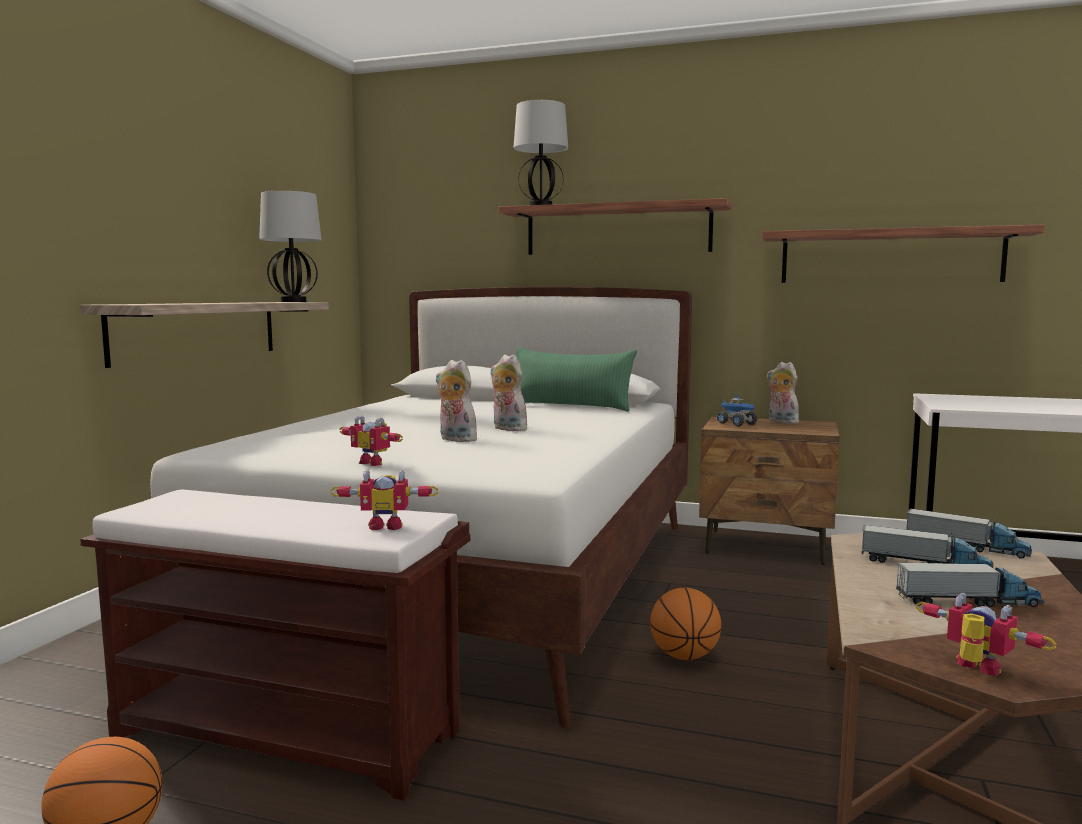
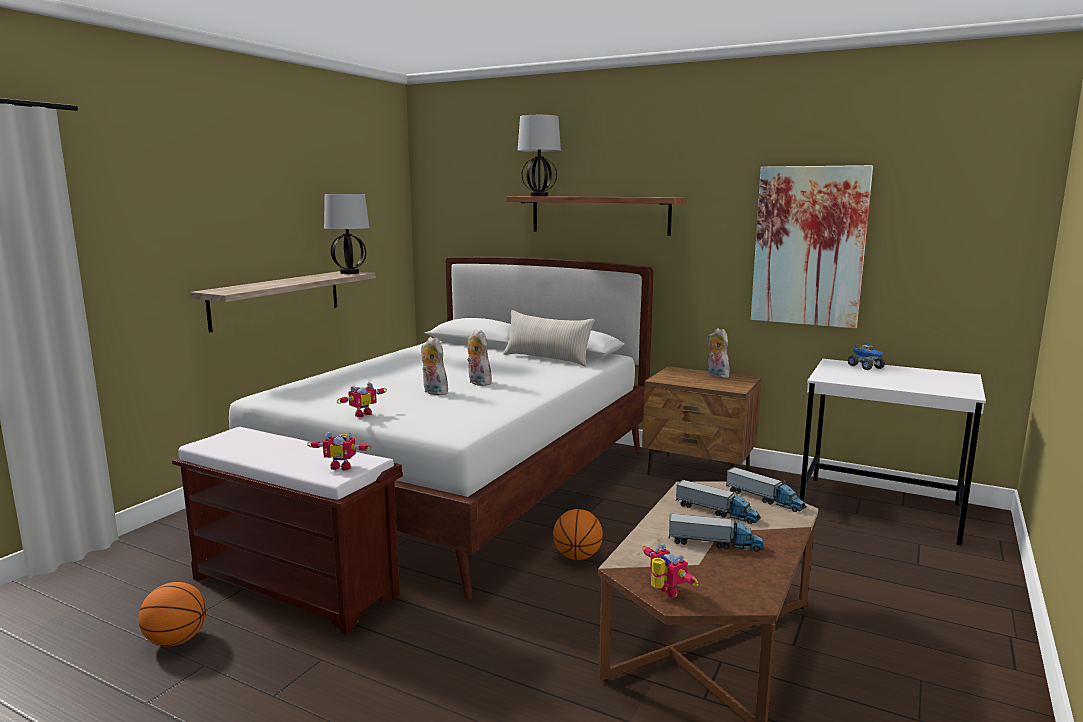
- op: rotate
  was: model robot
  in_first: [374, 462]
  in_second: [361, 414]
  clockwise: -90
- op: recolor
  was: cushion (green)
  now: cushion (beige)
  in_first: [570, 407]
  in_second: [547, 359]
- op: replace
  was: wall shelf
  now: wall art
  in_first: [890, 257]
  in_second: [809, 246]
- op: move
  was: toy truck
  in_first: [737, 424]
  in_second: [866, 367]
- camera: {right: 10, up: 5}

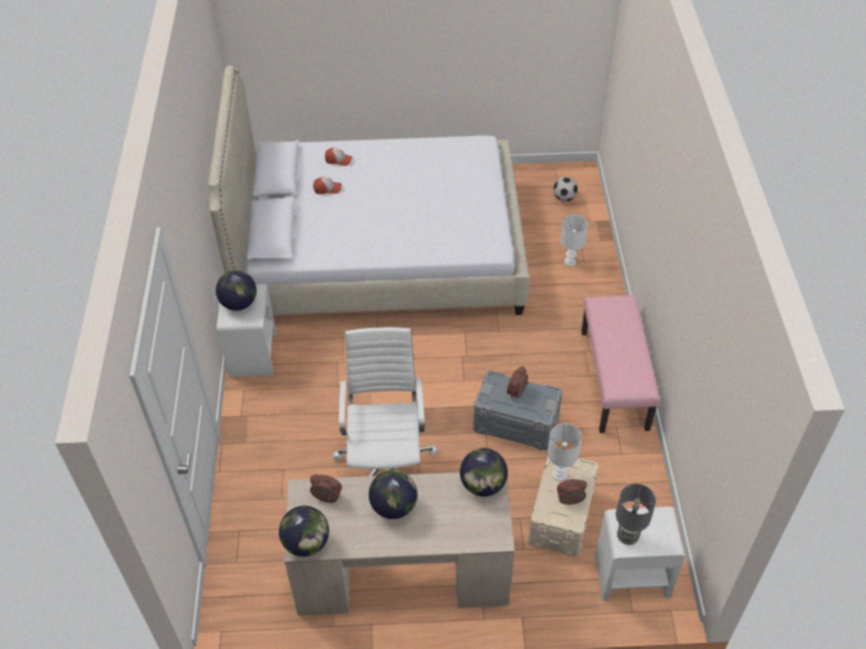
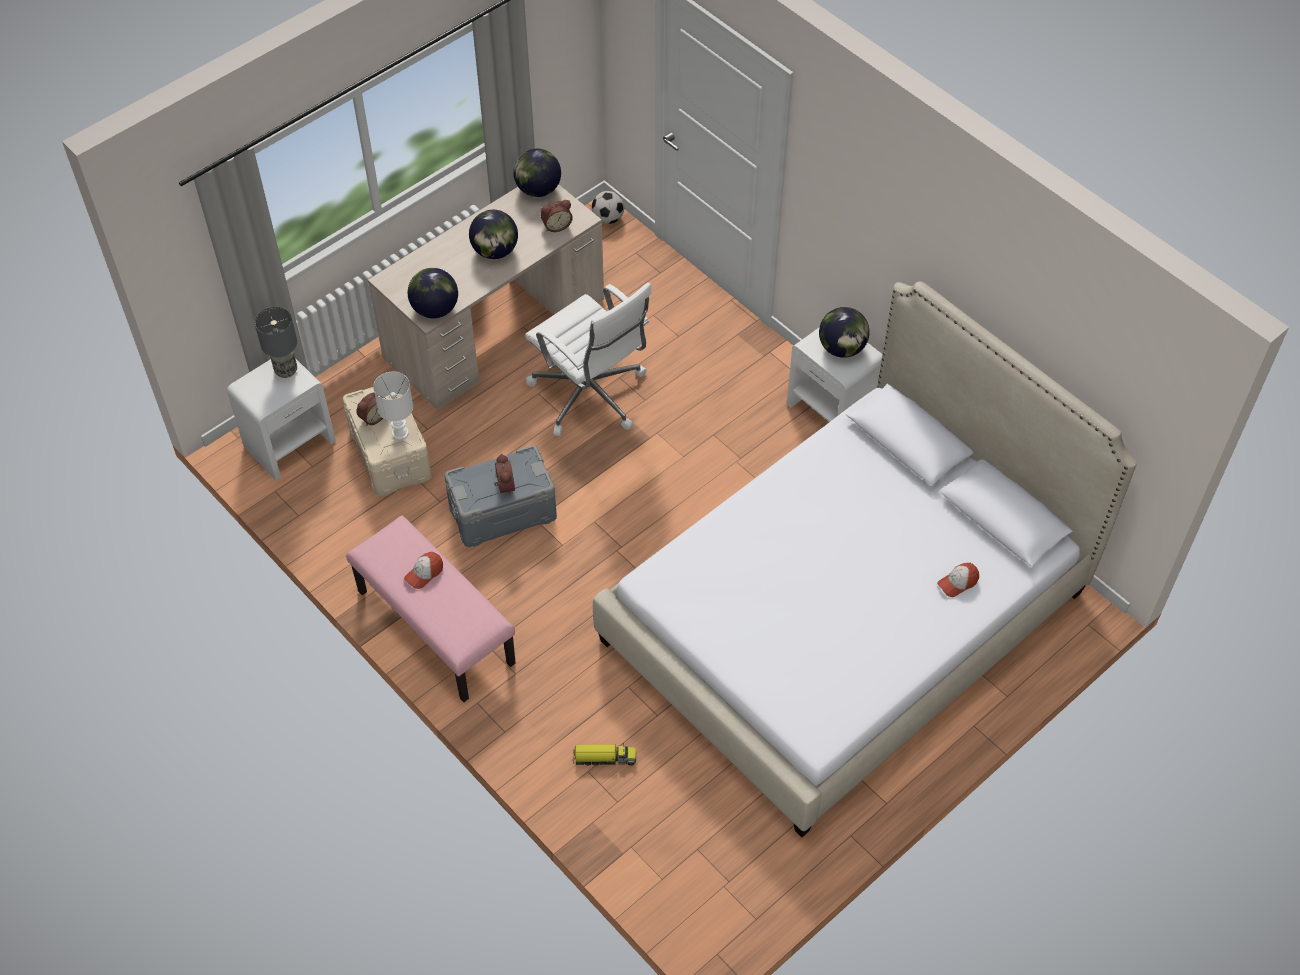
- op: move
  was: peaked cap
  in_first: [327, 189]
  in_second: [424, 573]
- op: replace
  was: lamp for a table (white)
  now: toy truck
  in_first: [570, 262]
  in_second: [604, 758]
- op: move
  was: football
  in_first: [564, 198]
  in_second: [608, 218]
- camera: {right: 140, up: 5}

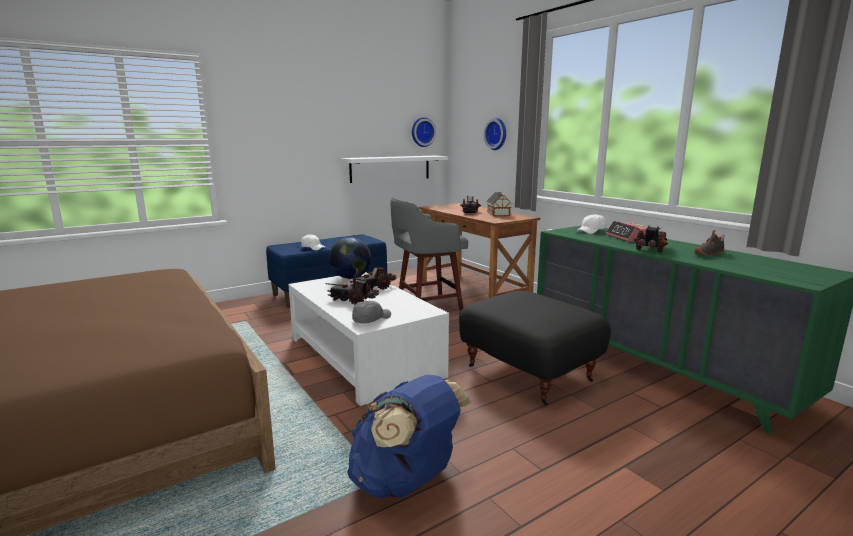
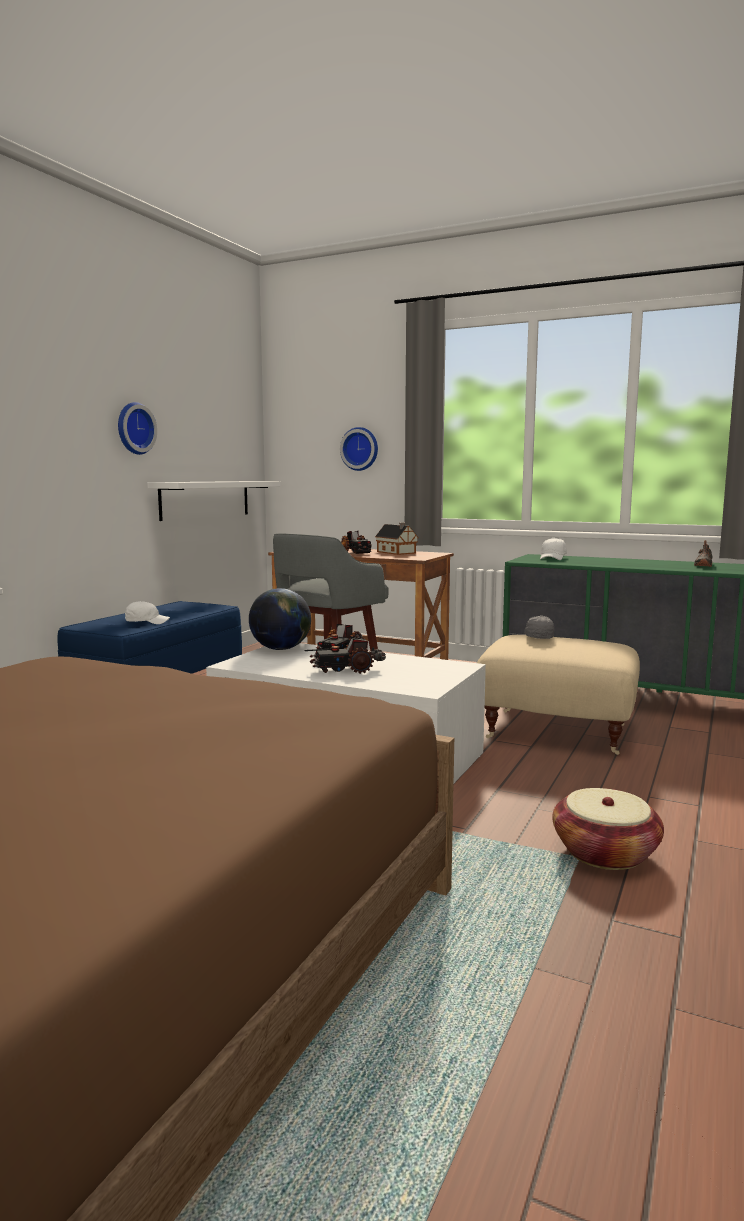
- op: move
  was: hanging clock
  in_first: [422, 132]
  in_second: [133, 428]
- op: recolor
  was: footrest (black)
  now: footrest (beige)
  in_first: [530, 373]
  in_second: [557, 730]
- op: move
  was: peaked cap (grey)
  in_first: [371, 319]
  in_second: [539, 637]
- op: replace
  was: rucksack (blue)
  now: basket
  in_first: [406, 482]
  in_second: [605, 853]
- op: delete
  was: alarm clock
  in_first: [629, 238]
- op: delete
  was: toy truck
  in_first: [651, 249]
- camera: {right: -30, up: -5}

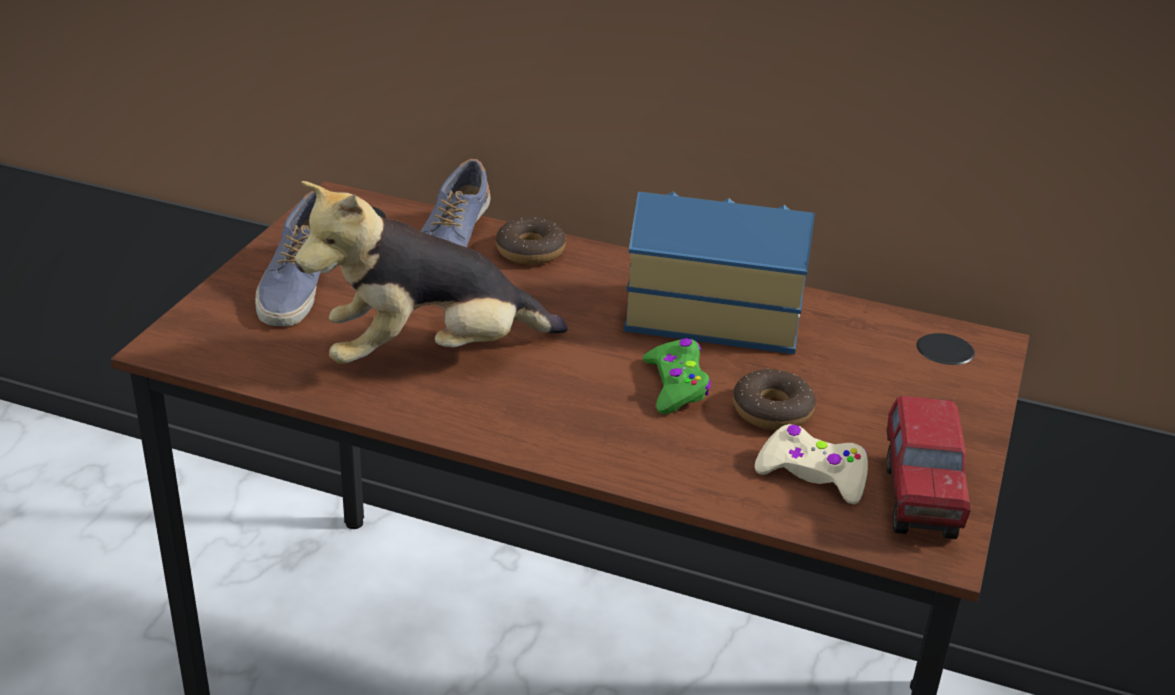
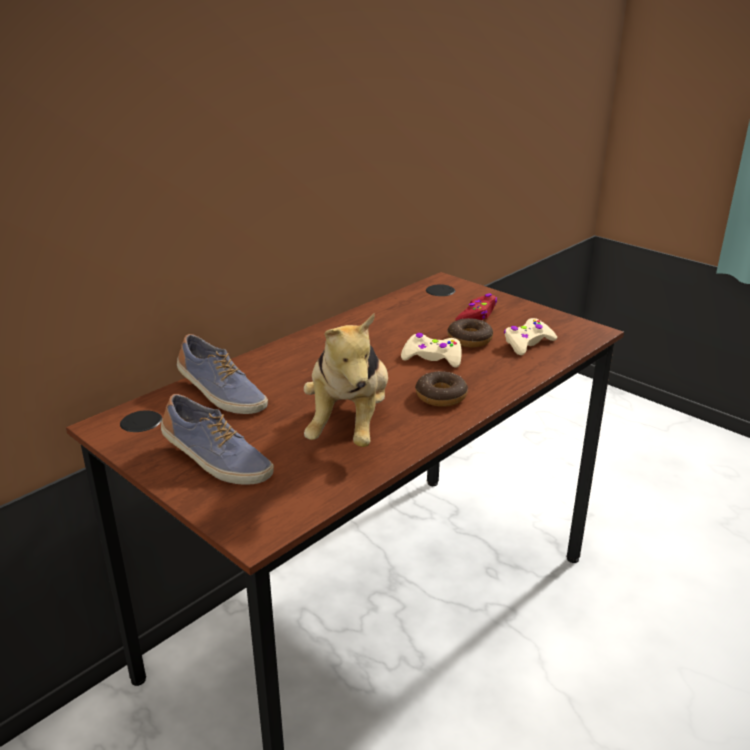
- op: recolor
  was: gamepad (green)
  now: gamepad (beige)
  in_first: [676, 385]
  in_second: [432, 358]
- op: move
  was: doughnut
  in_first: [530, 251]
  in_second: [441, 396]
- op: insert
  now: gamepad (reddish)
  in_second: [477, 315]
- op: delete
  was: model house
  in_first: [712, 315]
- op: delete
  was: toy truck
  in_first: [919, 499]
- camera: {right: -65, up: -5}

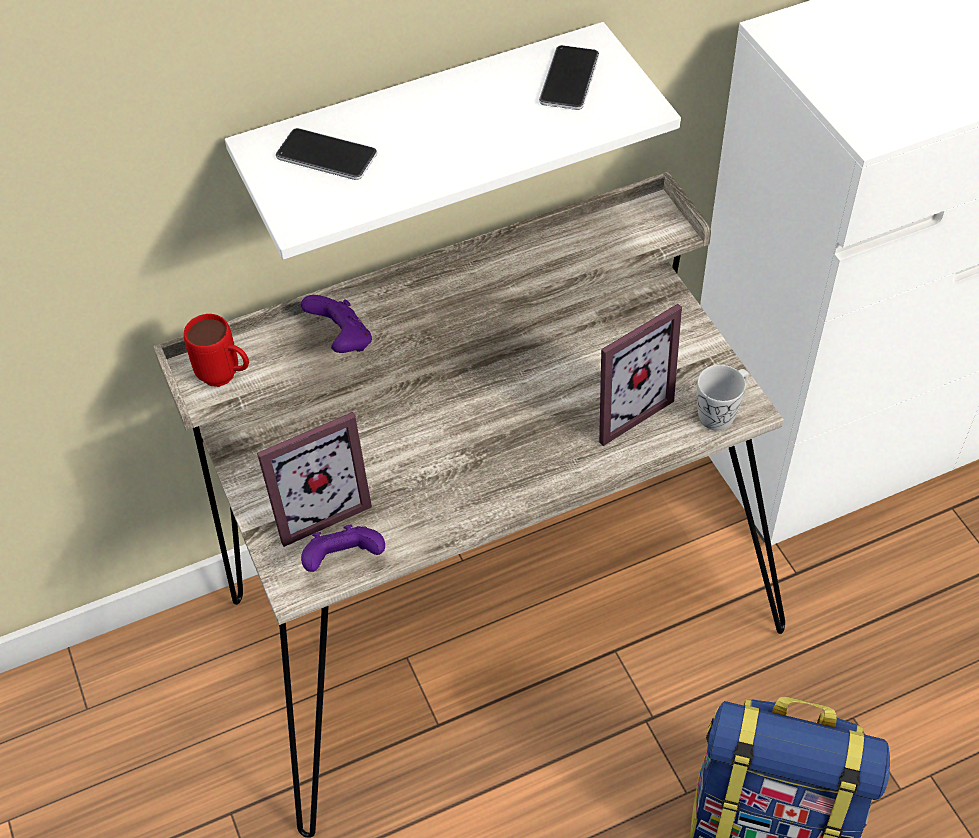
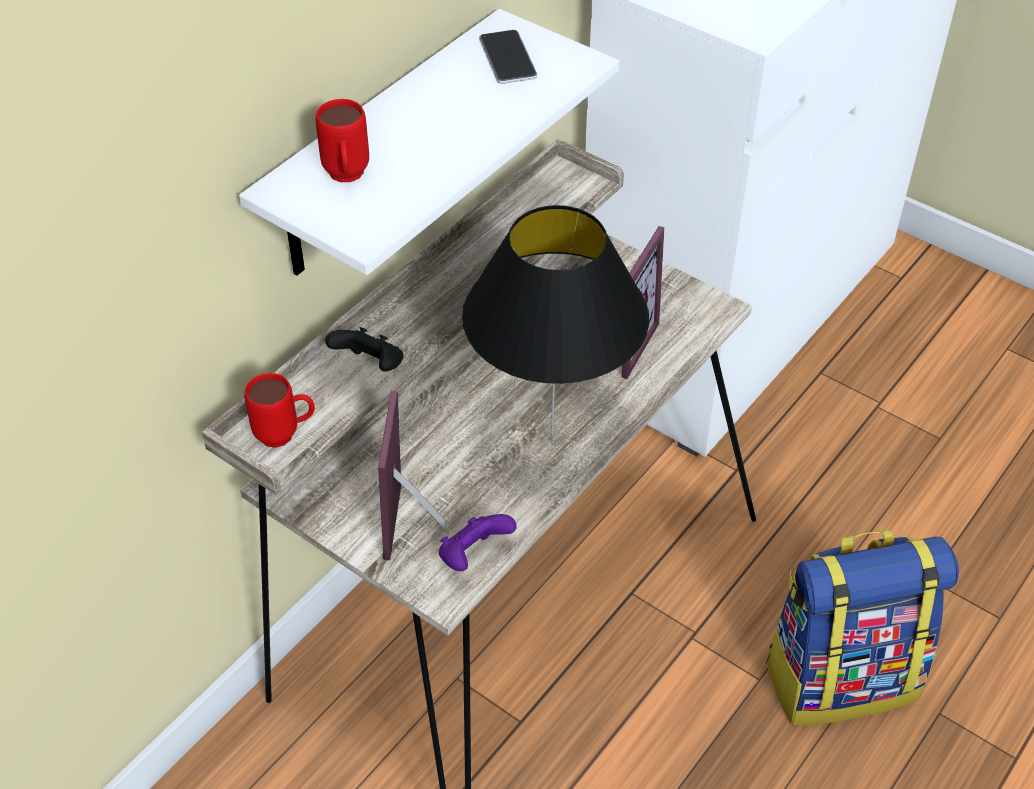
- op: replace
  was: telephone
  now: mug (reddish)
  in_first: [327, 156]
  in_second: [347, 179]
- op: recolor
  was: gamepad (purple)
  now: gamepad (black)
  in_first: [342, 340]
  in_second: [371, 366]
- op: rotate
  was: photo frame
  in_first: [316, 506]
  in_second: [417, 522]
  clockwise: 150
- op: insert
  now: lamp for a table (black)
  in_second: [551, 443]
- op: delete
  was: mug (white)
  in_first: [721, 412]
- camera: {right: -30, up: -5}

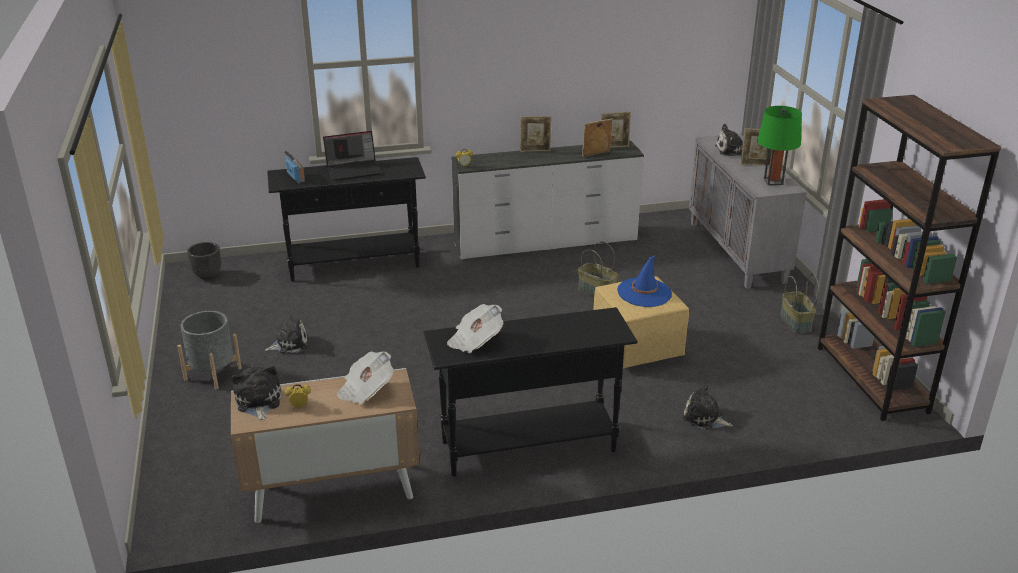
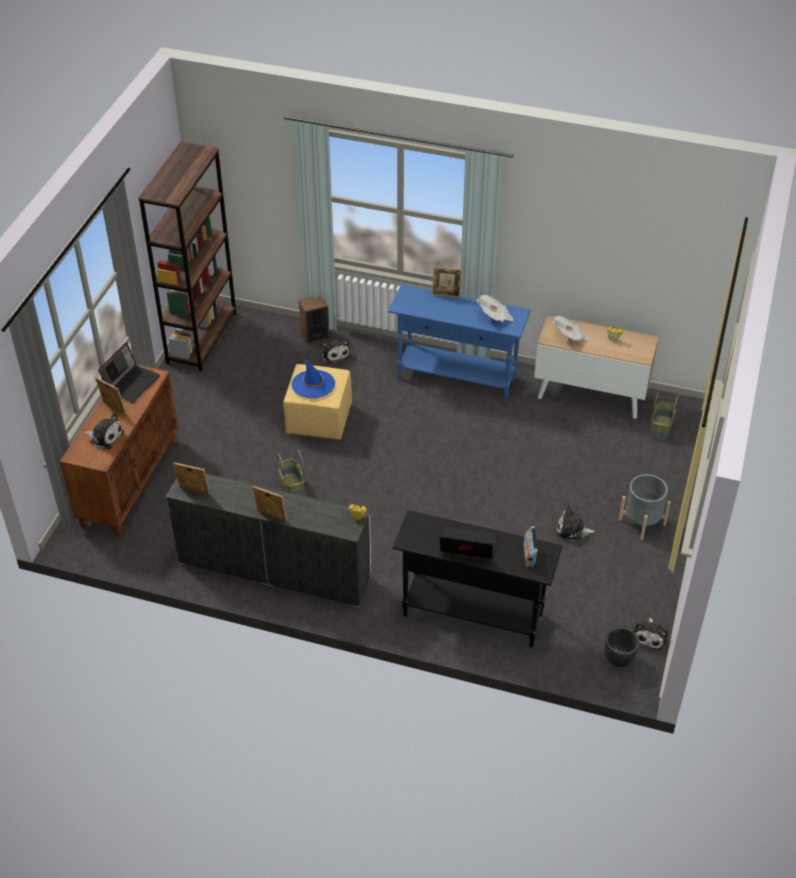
- op: recolor
  was: cabinet (grey)
  now: cabinet (brown-coloured)
  in_first: [737, 252]
  in_second: [130, 481]
- op: replace
  was: lamp for a table (green)
  now: portable computer
  in_first: [773, 181]
  in_second: [131, 383]
- op: insert
  now: loudspeaker
  in_second: [315, 335]
- op: recolor
  was: hall table (black)
  now: hall table (blue)
  in_first: [527, 446]
  in_second: [457, 378]
- op: move
  was: photo frame
  in_first: [596, 154]
  in_second: [446, 295]
- op: move
  was: soft toy
  in_first: [258, 402]
  in_second: [649, 636]
- op: move
  was: basket
  in_first: [794, 322]
  in_second: [661, 428]
- camera: {right: -150, up: 15}

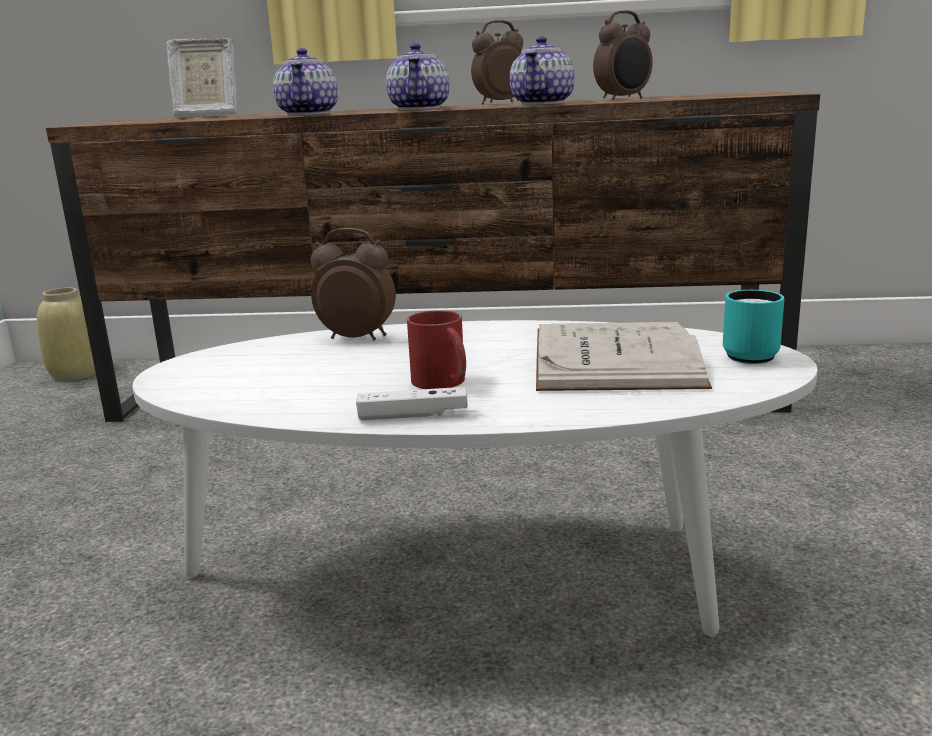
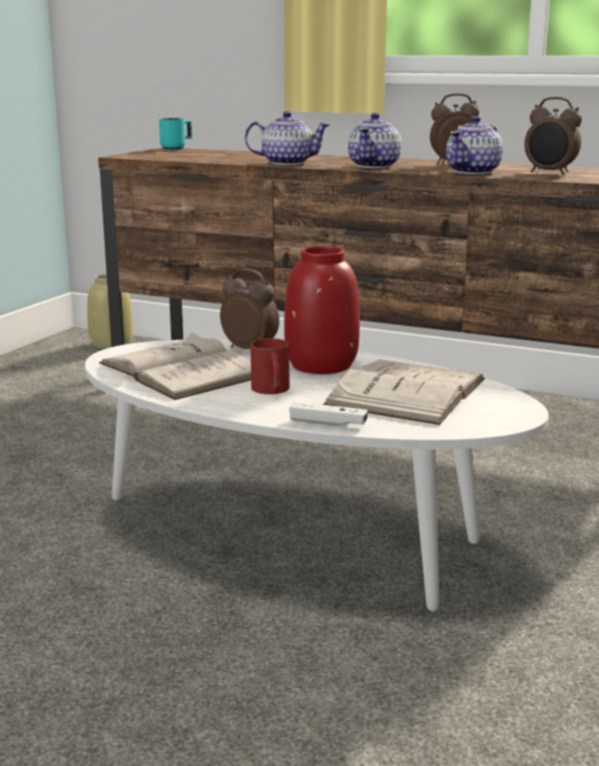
- op: insert
  now: book (white)
  in_second: [182, 369]
- op: move
  was: mug (turquoise-coloured)
  in_first: [752, 354]
  in_second: [177, 148]
- op: rotate
  was: teapot
  in_first: [309, 114]
  in_second: [286, 163]
  clockwise: -105
- op: insert
  now: flower vase (reddish)
  in_second: [320, 365]
- op: move
  was: gamepad (white)
  in_first: [413, 415]
  in_second: [328, 423]
- op: rotate
  was: alarm clock
  in_first: [623, 99]
  in_second: [549, 173]
  clockwise: 45
- op: delete
  was: photo frame
  in_first: [207, 116]
- camera: {right: 20, up: 0}

